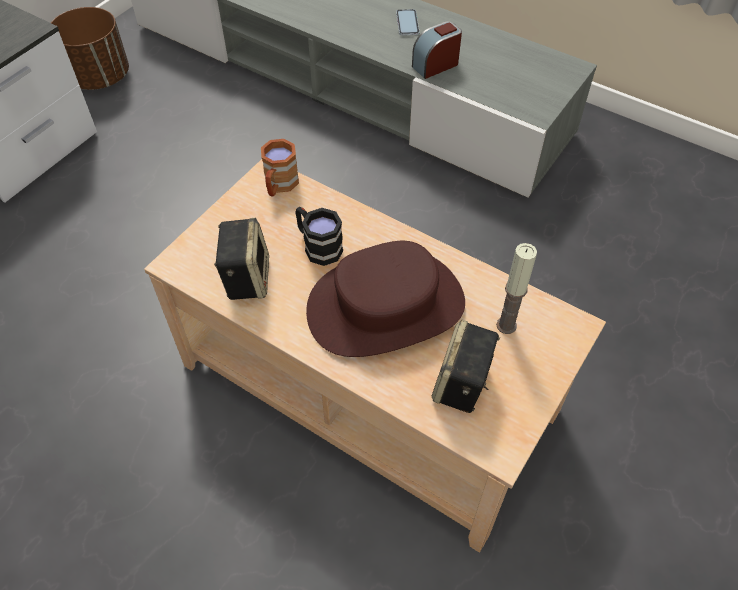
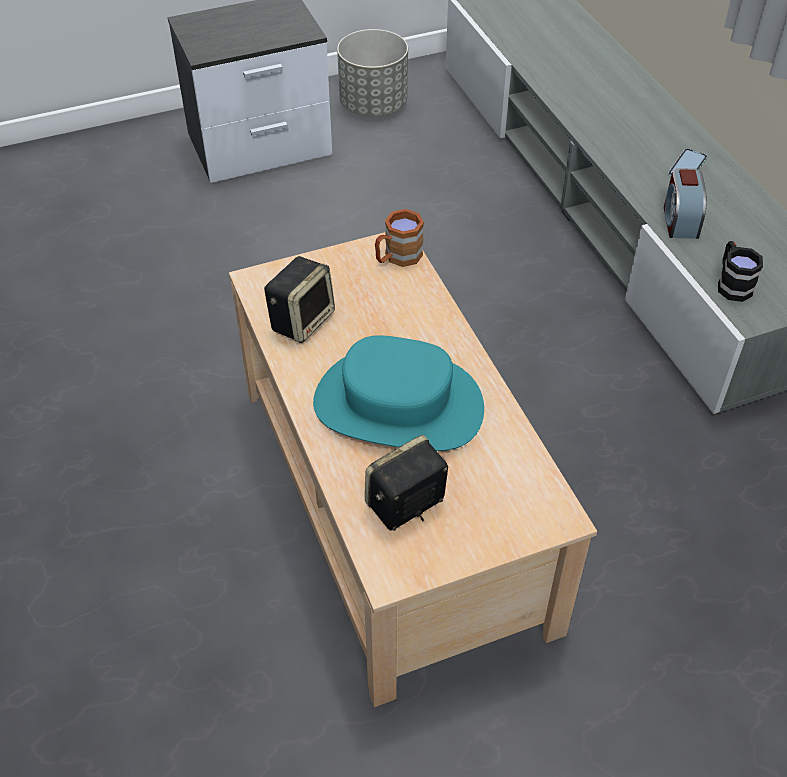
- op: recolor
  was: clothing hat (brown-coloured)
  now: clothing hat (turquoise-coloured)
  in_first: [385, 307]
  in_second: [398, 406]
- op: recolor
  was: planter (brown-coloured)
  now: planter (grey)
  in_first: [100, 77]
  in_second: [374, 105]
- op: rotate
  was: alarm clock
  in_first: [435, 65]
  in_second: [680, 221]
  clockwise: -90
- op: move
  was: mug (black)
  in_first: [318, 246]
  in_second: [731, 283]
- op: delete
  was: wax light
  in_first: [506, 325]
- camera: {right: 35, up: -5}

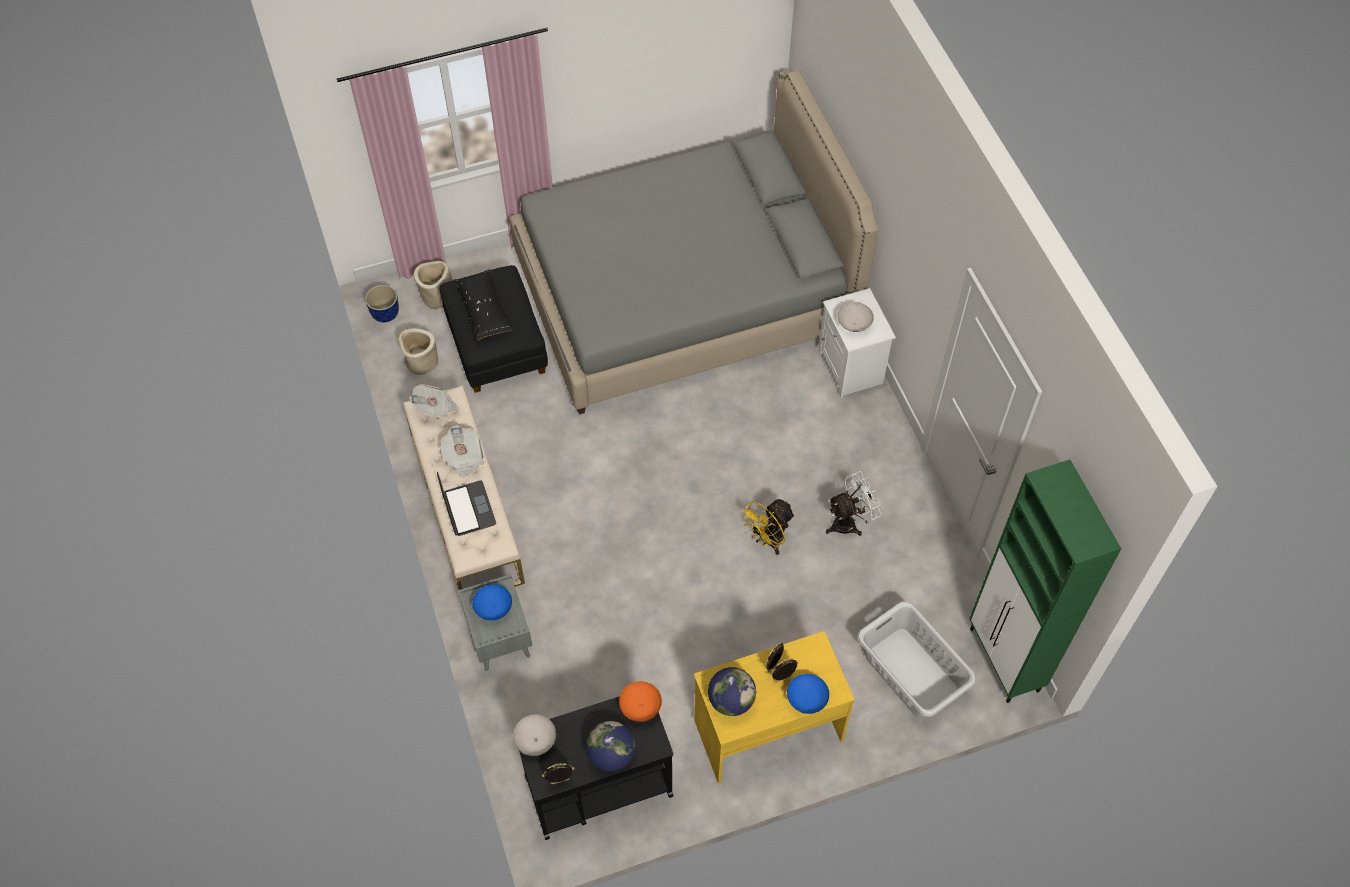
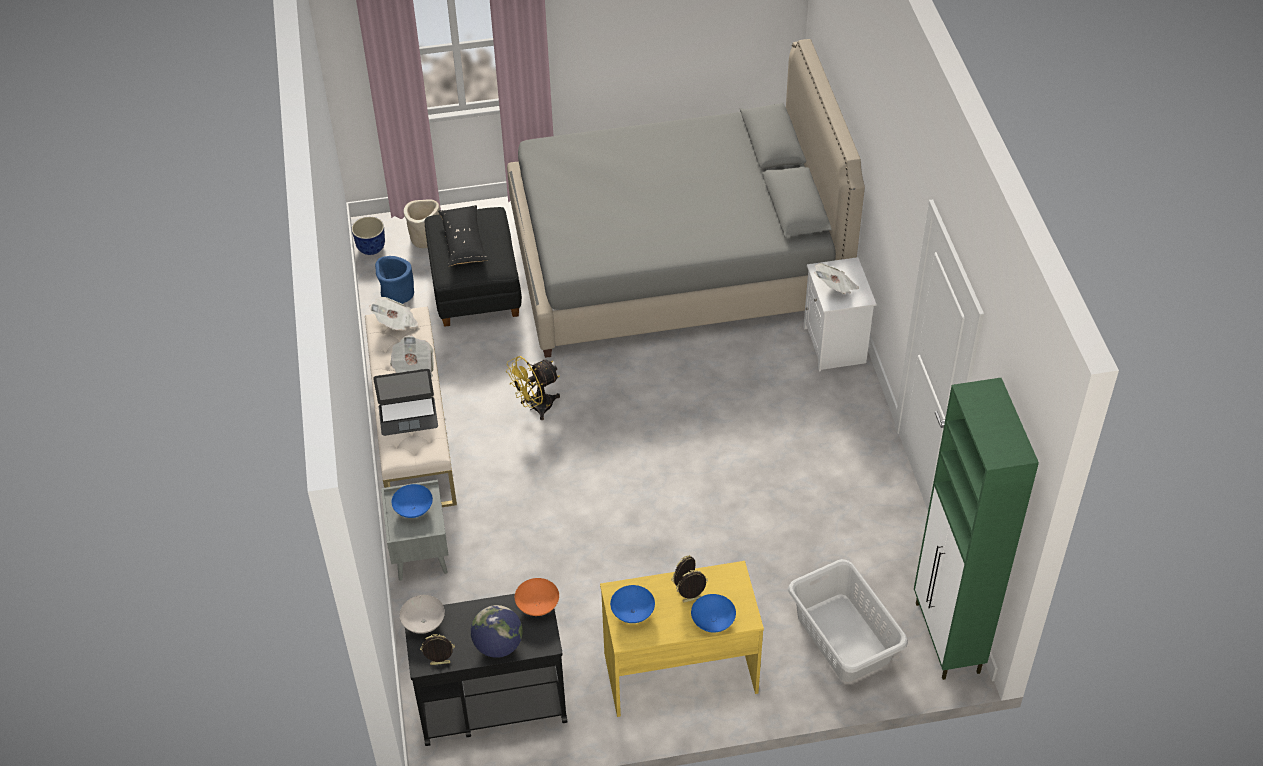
- op: rotate
  was: portable computer
  in_first: [468, 508]
  in_second: [408, 416]
  clockwise: 90
- op: recolor
  was: planter (beige)
  now: planter (blue)
  in_first: [421, 362]
  in_second: [396, 294]
- op: move
  was: electric fan (yellow)
  in_first: [767, 541]
  in_second: [536, 407]
- op: replace
  was: world globe
  now: serving bowl (blue)
  in_first: [731, 700]
  in_second: [633, 613]
- op: replace
  was: serving bowl (white)
  now: newspaper
  in_first: [854, 324]
  in_second: [835, 287]
- op: delete
  was: electric fan (white)
  in_first: [849, 522]
- camera: {right: 10, up: -10}

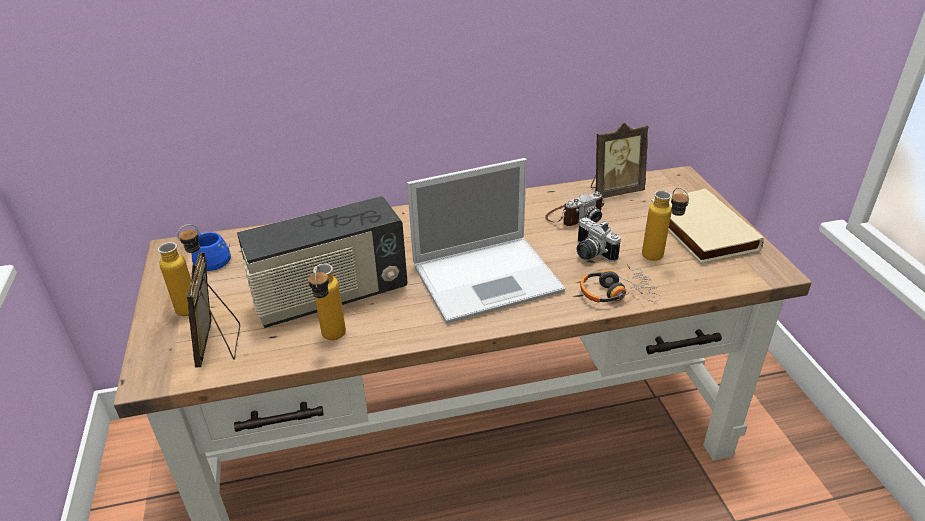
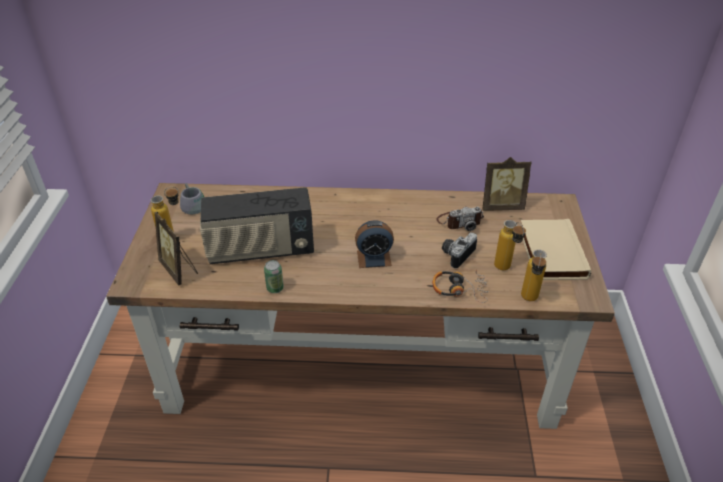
- op: rotate
  was: photo frame
  in_first: [219, 344]
  in_second: [179, 269]
  clockwise: -45
- op: recolor
  was: mug (blue)
  now: mug (grey)
  in_first: [214, 257]
  in_second: [195, 204]
- op: insert
  now: metal can
  in_second: [275, 288]
- op: replace
  was: portable computer
  now: alarm clock
  in_first: [489, 277]
  in_second: [374, 258]
- op: rotate
  was: photo camera
  in_first: [590, 253]
  in_second: [456, 254]
  clockwise: 60
- op: move
  was: drink bottle
  in_first: [332, 340]
  in_second: [528, 301]
- camera: {right: 15, up: 5}

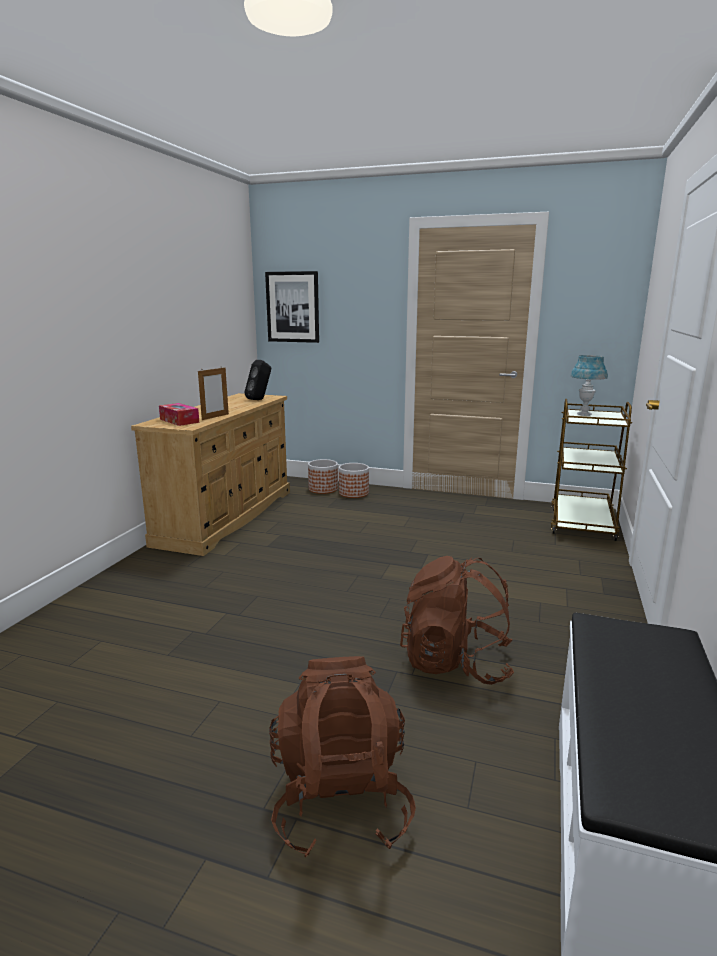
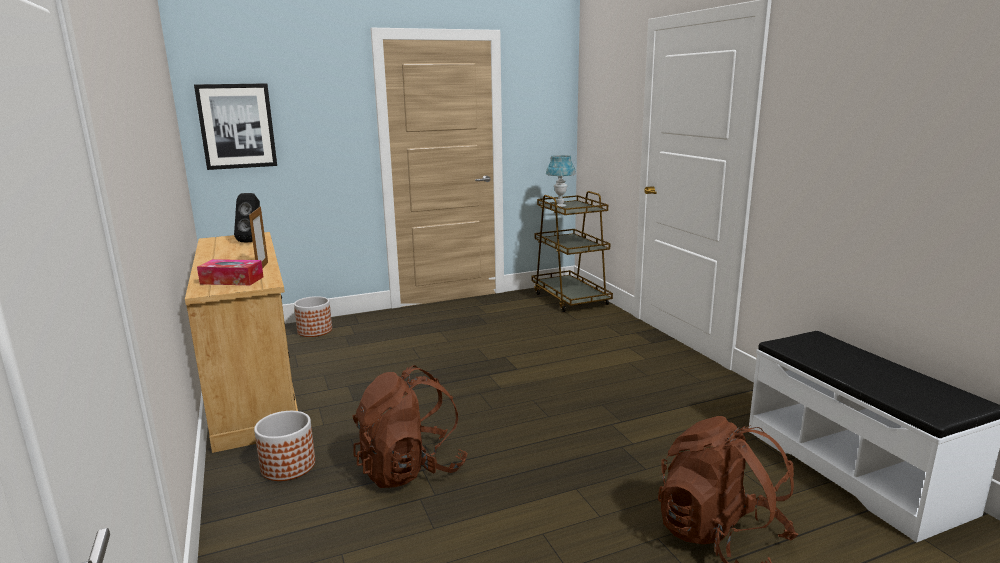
- op: move
  was: planter
  in_first: [353, 493]
  in_second: [288, 466]
- op: move
  was: rucksack (brown-coloured)
  in_first: [455, 663]
  in_second: [410, 469]
- camera: {right: -40, up: 0}

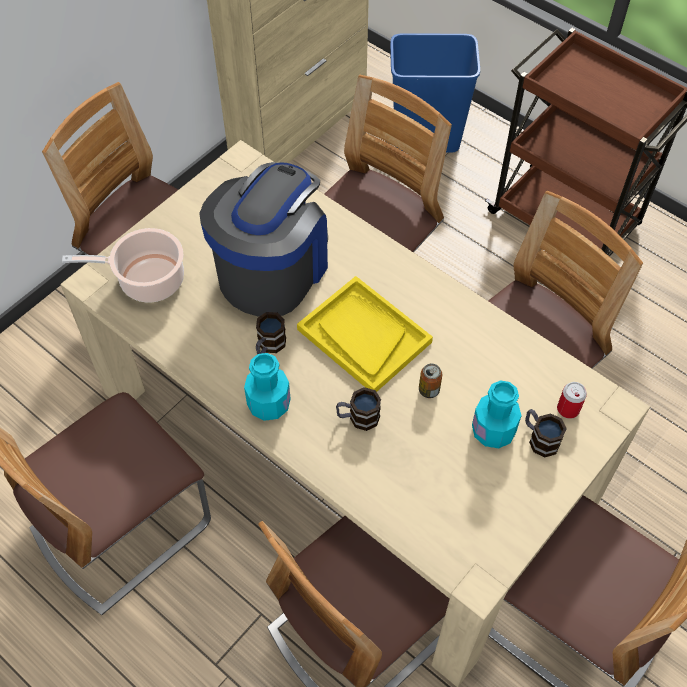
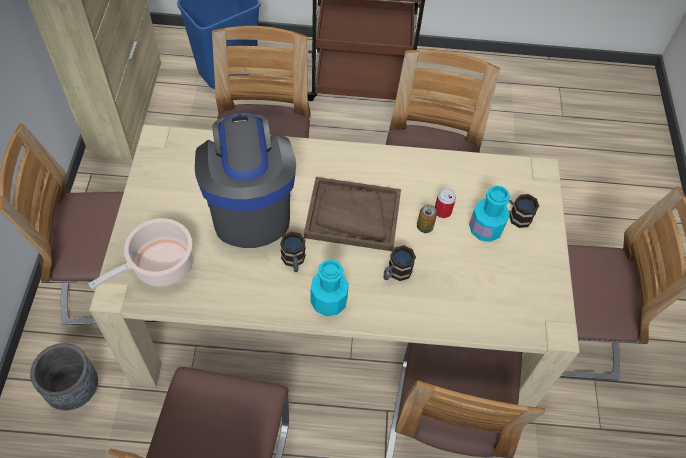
- op: insert
  now: planter (grey)
  in_second: [74, 389]
- op: recolor
  was: tray (yellow)
  now: tray (brown-coloured)
  in_first: [363, 336]
  in_second: [352, 215]
- op: move
  was: metal can
  in_first: [568, 409]
  in_second: [442, 211]
- camera: {right: -40, up: 0}

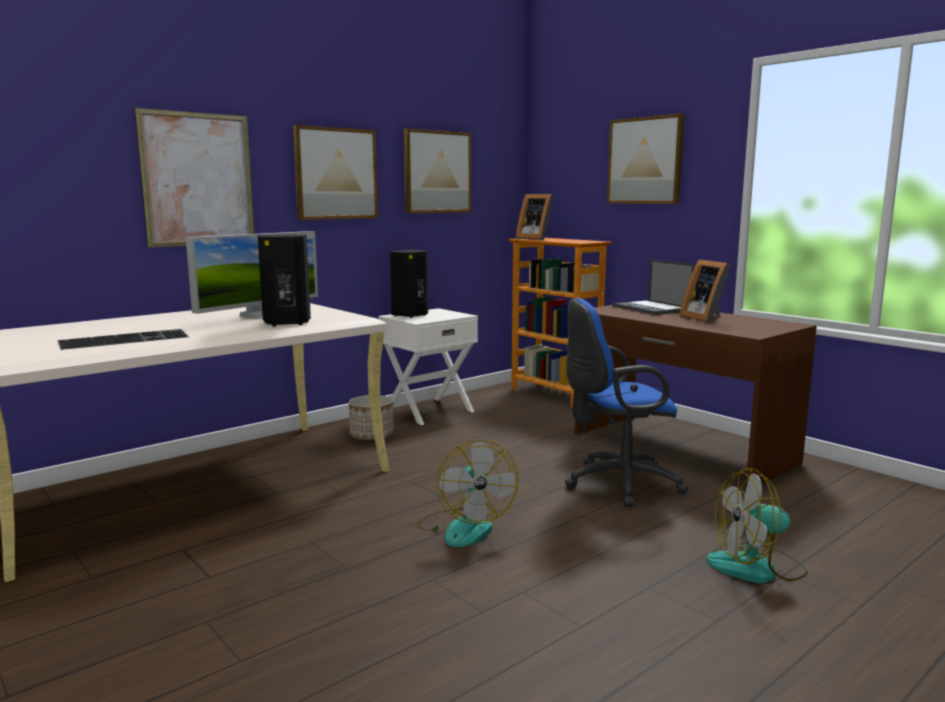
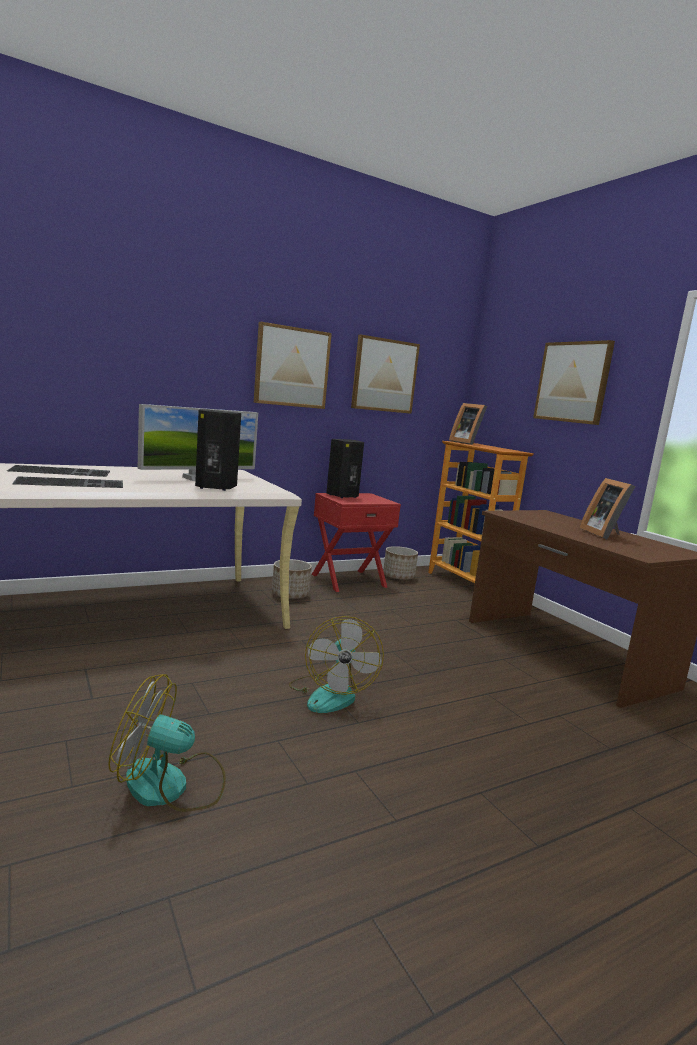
- op: insert
  now: PC keyboard
  in_second: [62, 471]
- op: move
  was: electric fan
  in_first: [757, 568]
  in_second: [171, 786]
- op: recolor
  was: bedside table (white)
  now: bedside table (reddish)
  in_first: [428, 410]
  in_second: [348, 580]
- op: insert
  now: planter
  in_second: [399, 577]
- op: delete
  was: wall art
  in_first: [198, 179]
- op: delete
  was: computer chair (blue)
  in_first: [617, 484]
- op: delete
  was: portable computer
  in_first: [652, 308]
- camera: {right: 10, up: 0}

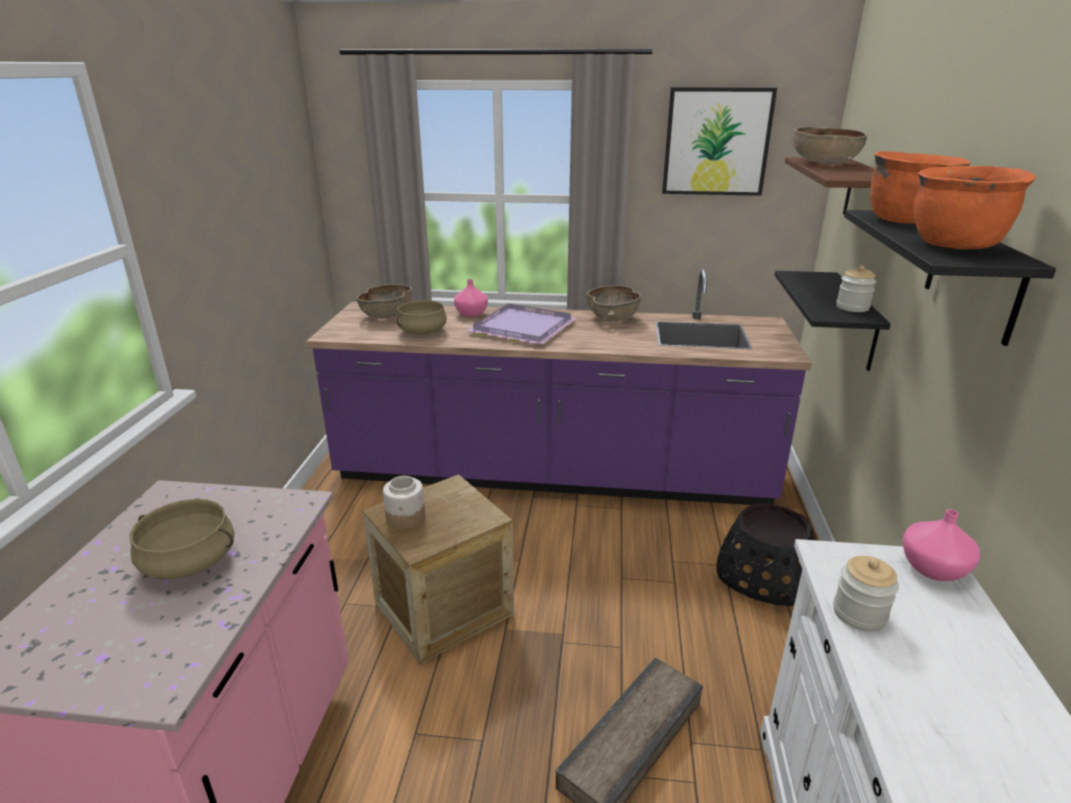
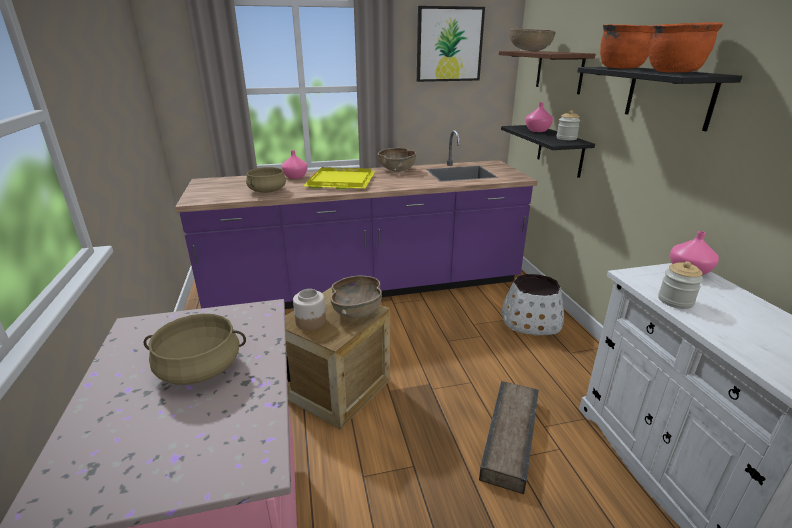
- op: recolor
  was: tray (purple)
  now: tray (yellow)
  in_first: [521, 328]
  in_second: [339, 181]
- op: move
  was: serving bowl (brown-coloured)
  in_first: [387, 316]
  in_second: [357, 311]
- op: recolor
  was: planter (black)
  now: planter (white)
  in_first: [764, 577]
  in_second: [531, 321]
- op: insert
  now: flower vase (pink)
  in_second: [537, 131]
- camera: {right: -20, up: 0}

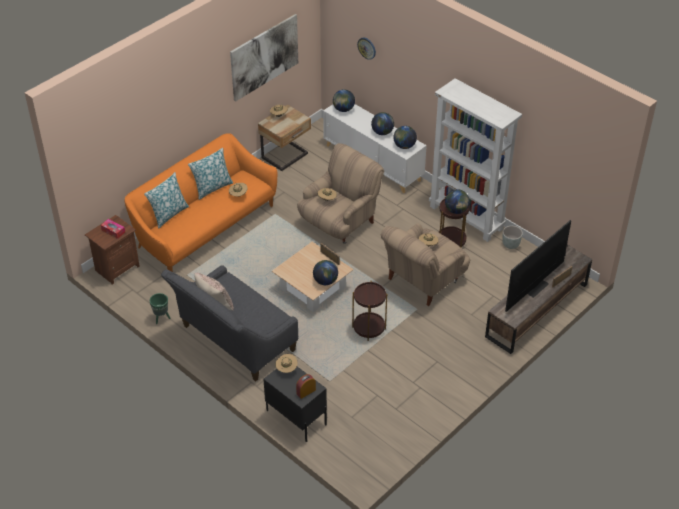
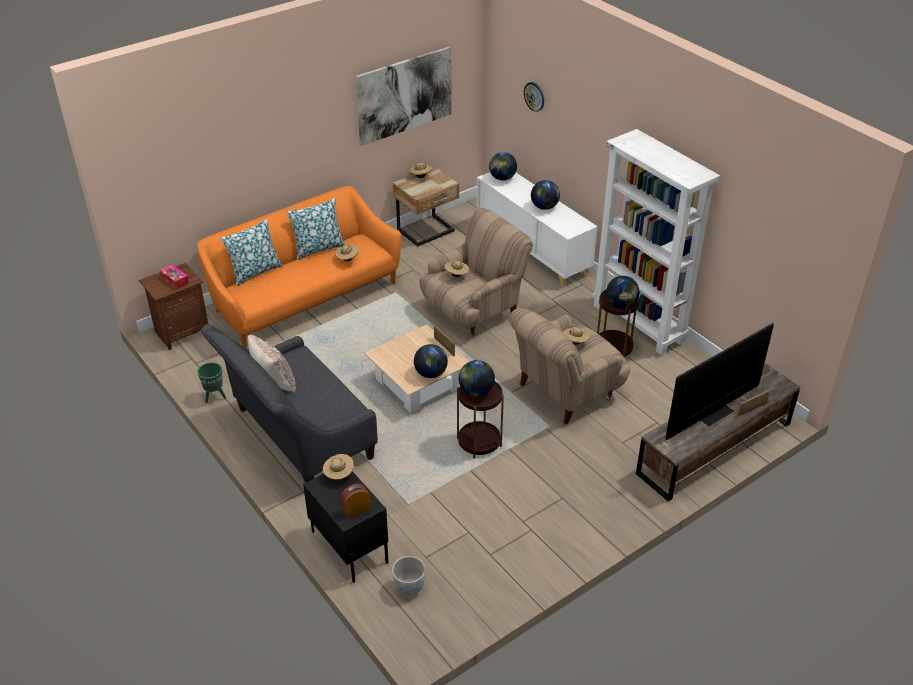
- op: move
  was: planter (grey)
  in_first: [510, 245]
  in_second: [409, 587]
- op: move
  was: world globe
  in_first: [404, 146]
  in_second: [476, 391]
- camera: {right: 10, up: -5}

